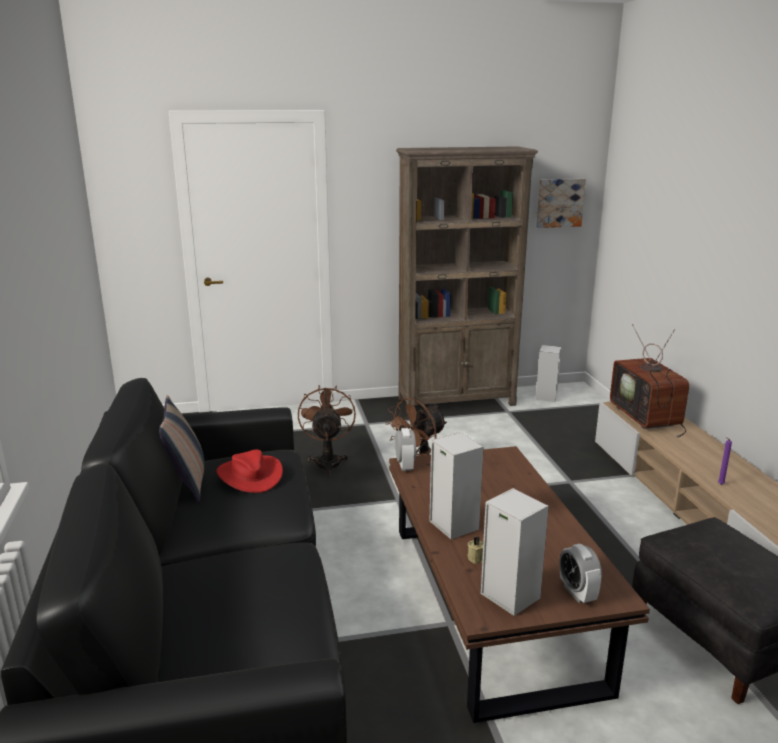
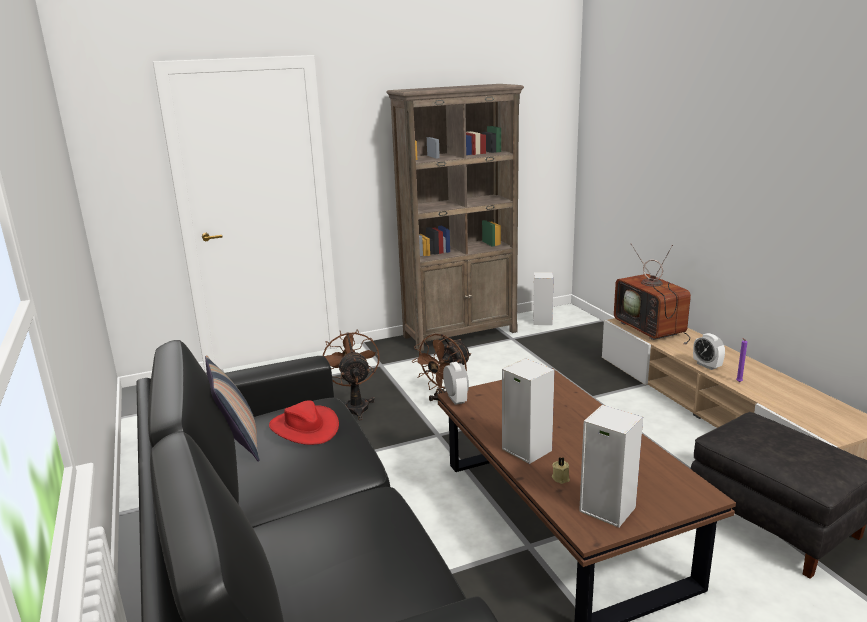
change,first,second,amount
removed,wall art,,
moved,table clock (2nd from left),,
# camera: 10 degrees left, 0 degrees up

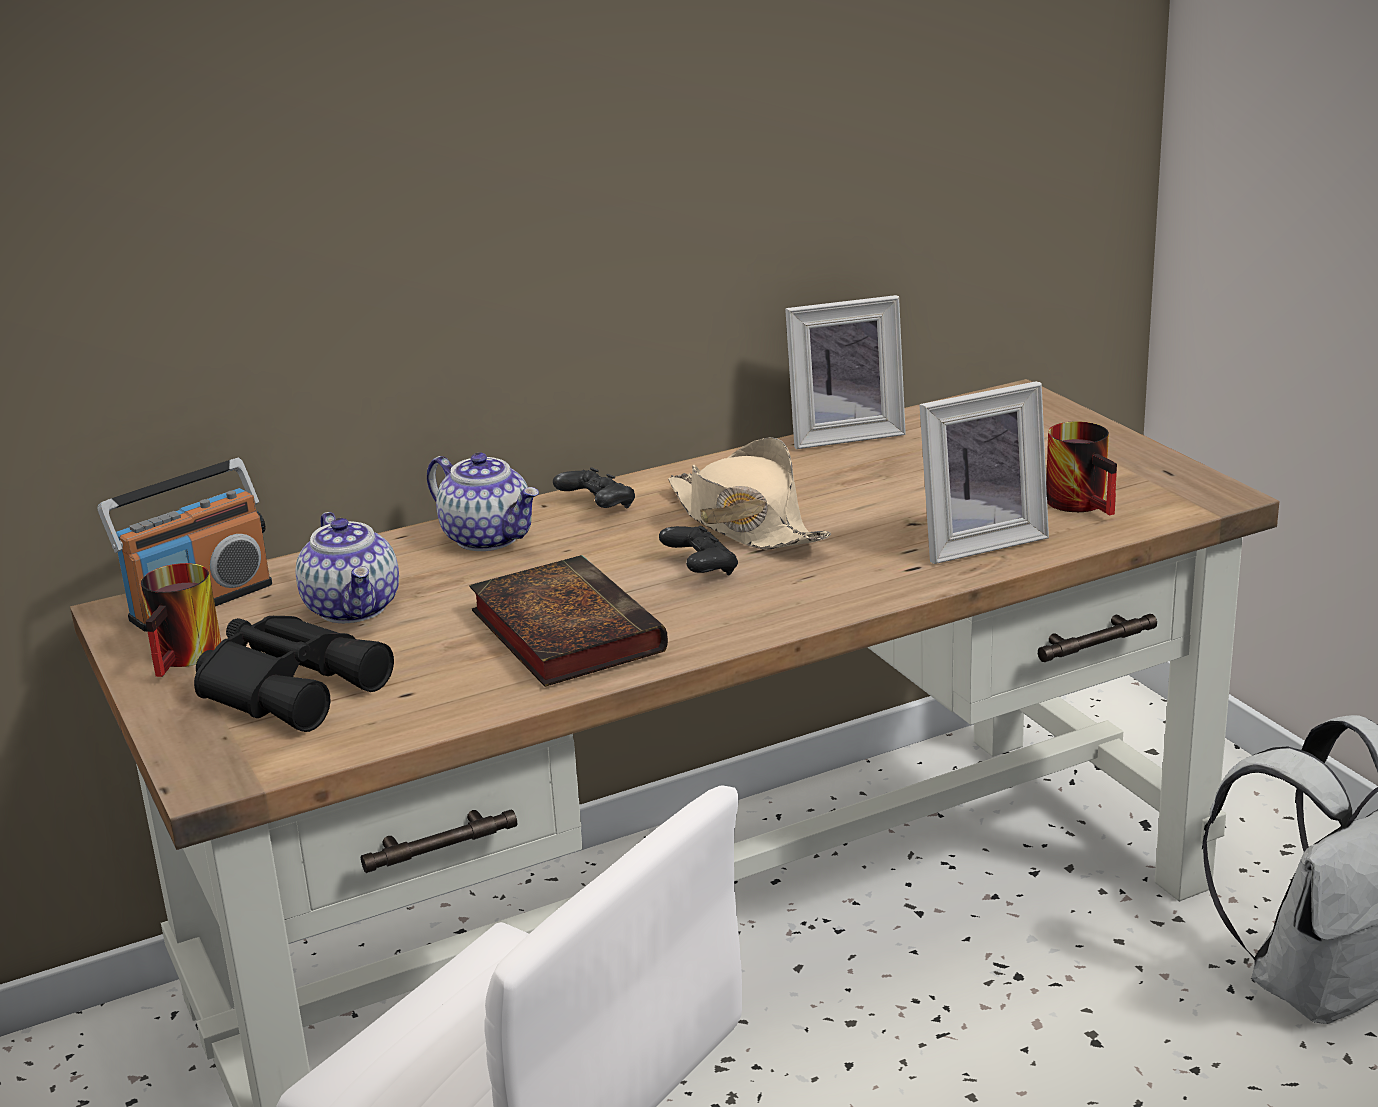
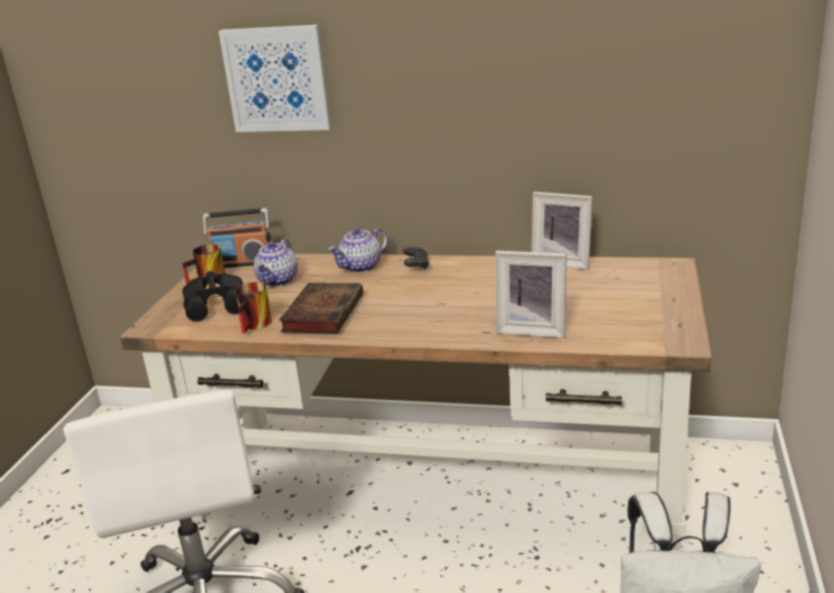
change,first,second,amount
turned,pot for tea (2nd from left),,60 degrees clockwise
removed,joypad in black-coloured (2nd from left),,
removed,wearable hat in sand-coloured,,
moved,tea mug (2nd from left),,
added,,wall art,
# camera: 40 degrees right, 0 degrees up

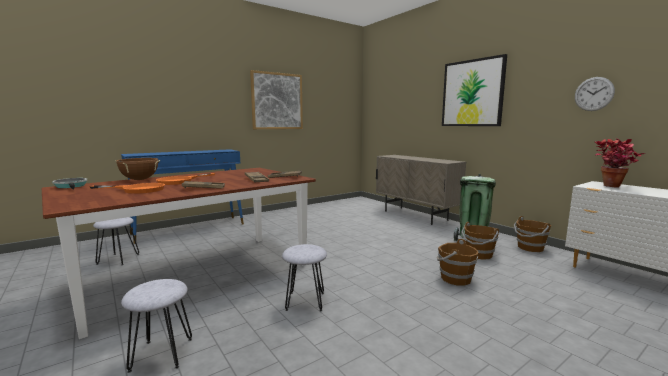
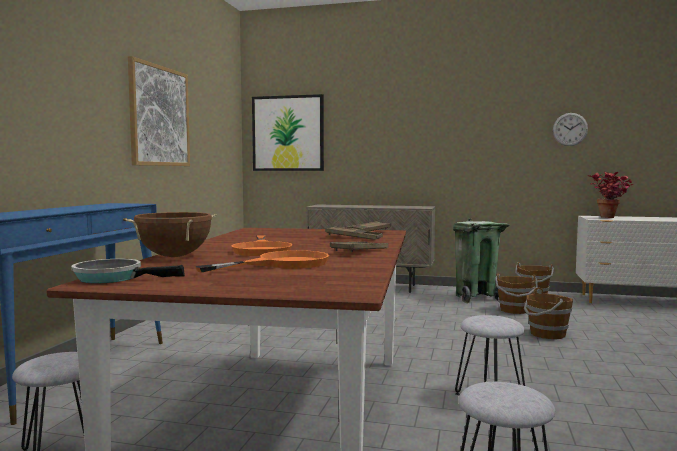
change,first,second,amount
moved,wall art (2nd from left),,
# camera: 40 degrees left, 5 degrees down

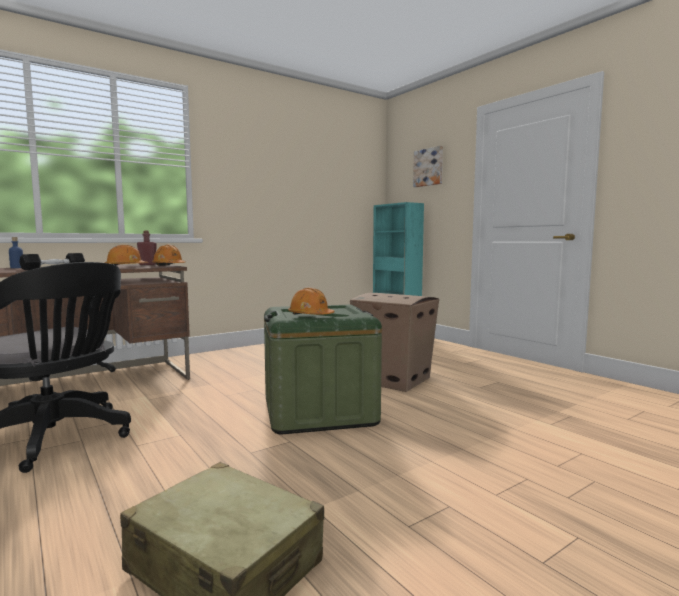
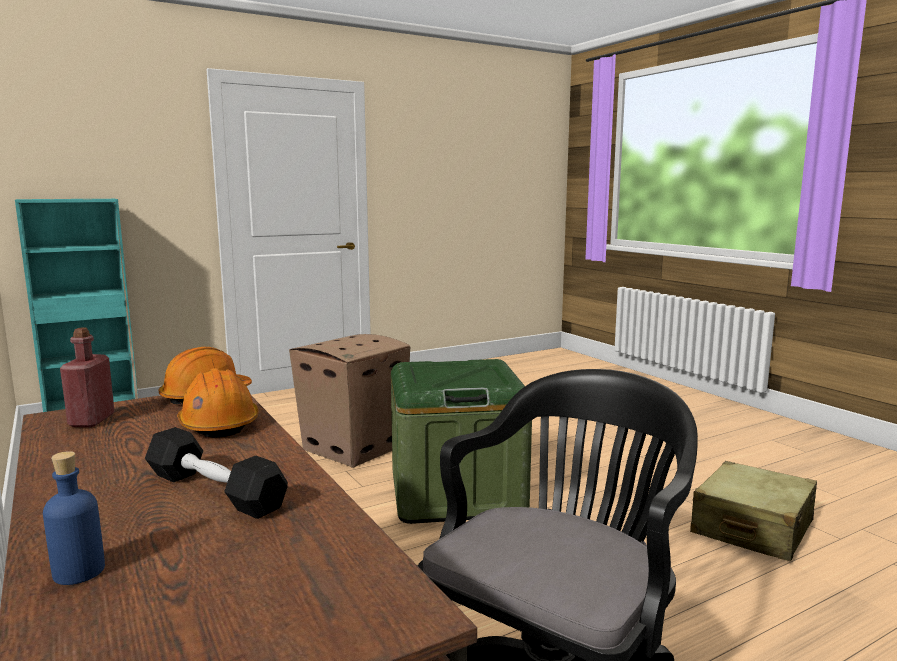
change,first,second,amount
removed,hard hat in orangey (3rd from left),,
removed,wall art,,
# camera: 85 degrees left, 5 degrees up

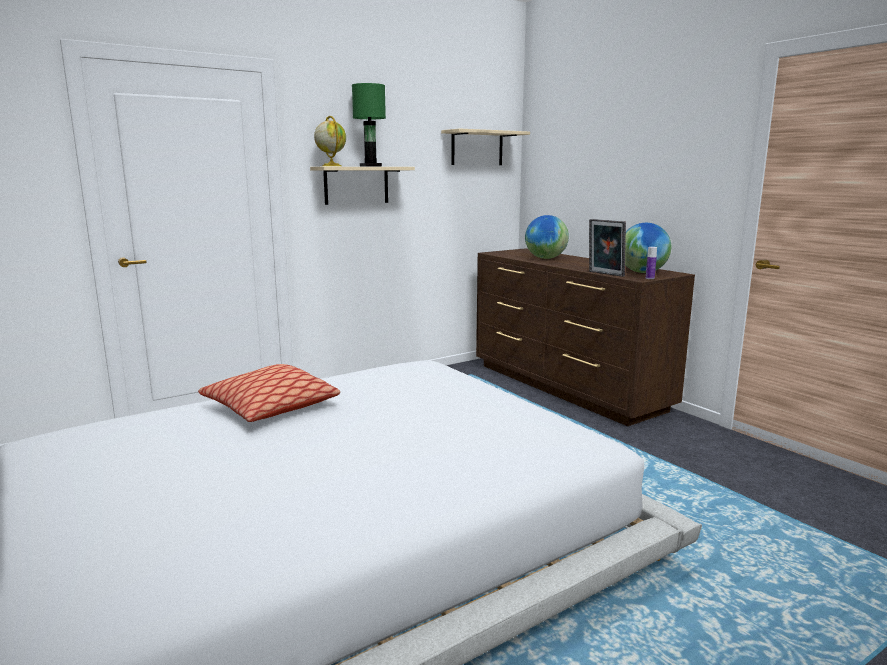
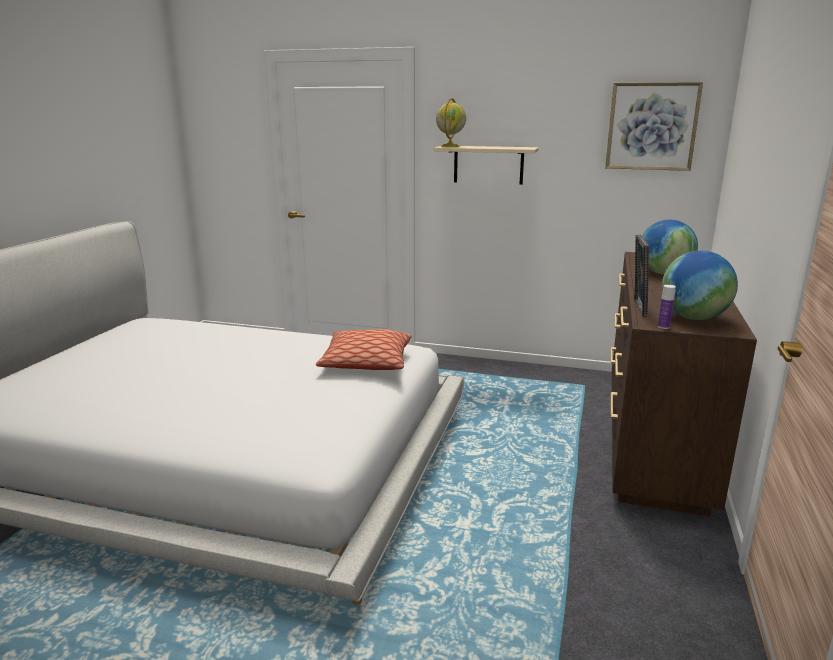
change,first,second,amount
moved,cushion,,
removed,table lamp in greenish,,
replaced,bracket shelf in sand-coloured (2nd from left),wall art,
# camera: 50 degrees right, 5 degrees up

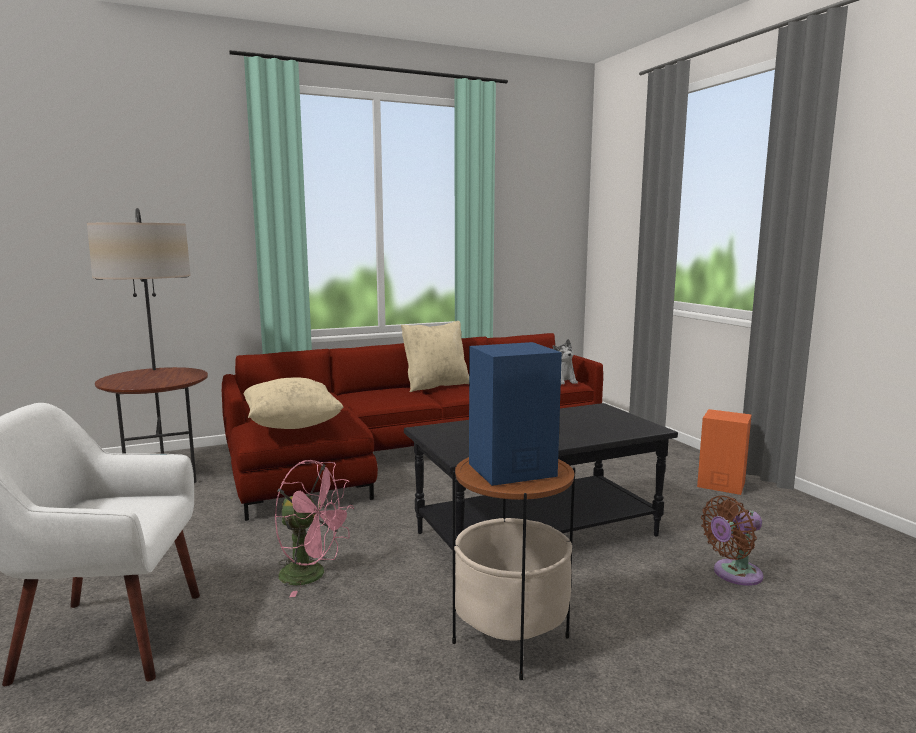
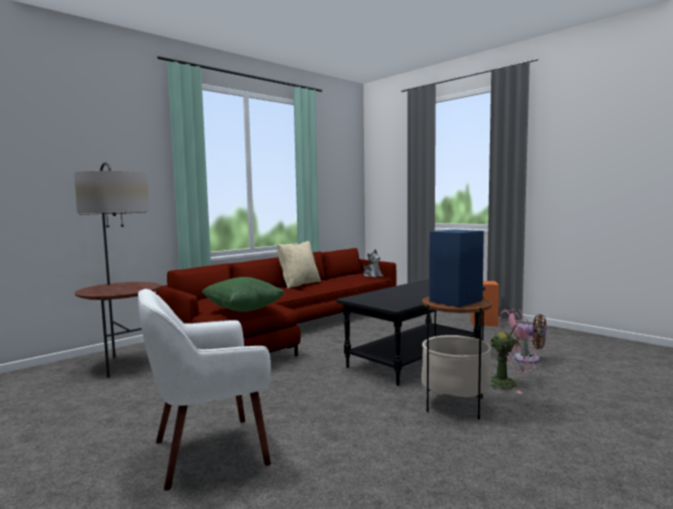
change,first,second,amount
recoloured,cushion in sand-coloured (1st from left),cushion in greenish,
moved,fan in pink-coloured,,
turned,fan in brownish,,105 degrees counterclockwise
# camera: 20 degrees left, 5 degrees down

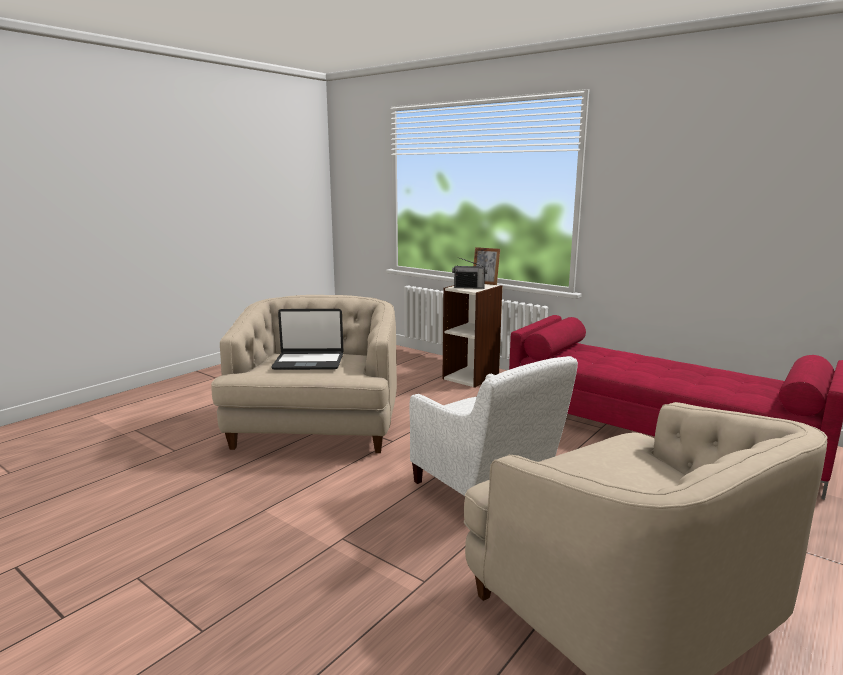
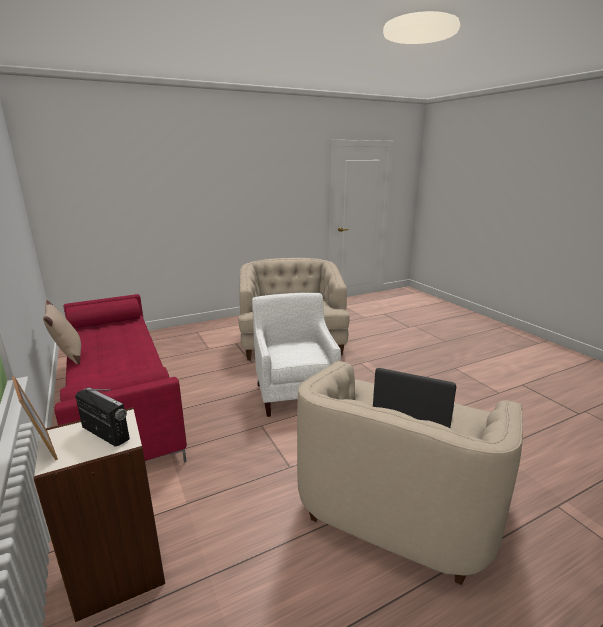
change,first,second,amount
added,,cushion in sand-coloured,
# camera: 155 degrees left, 5 degrees up

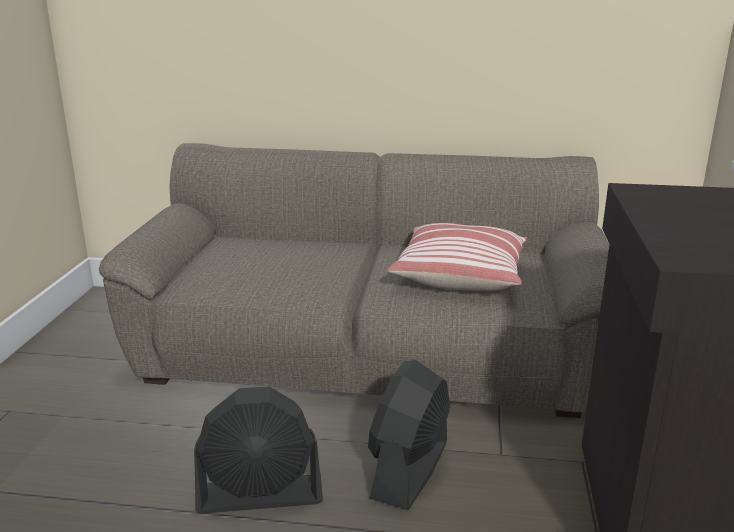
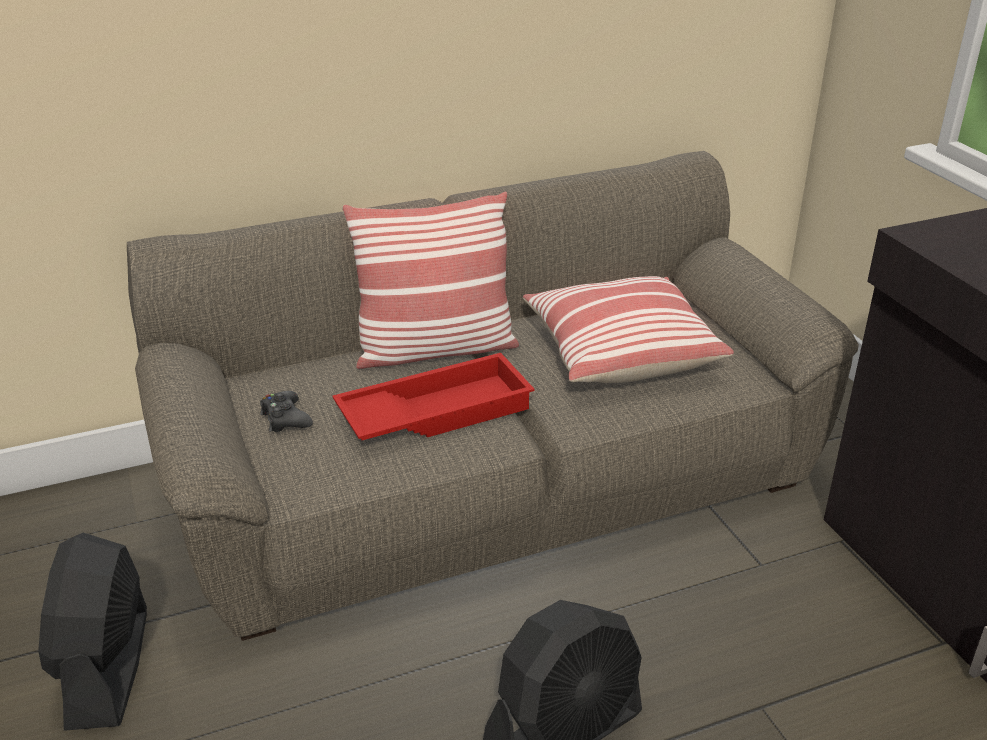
change,first,second,amount
moved,fan in black-coloured (2nd from left in the first image),fan in black-coloured (1st from left),
added,,joypad in black-coloured,
added,,serving tray in red-coloured,
added,,cushion (1st from left),
# camera: 30 degrees left, 10 degrees up

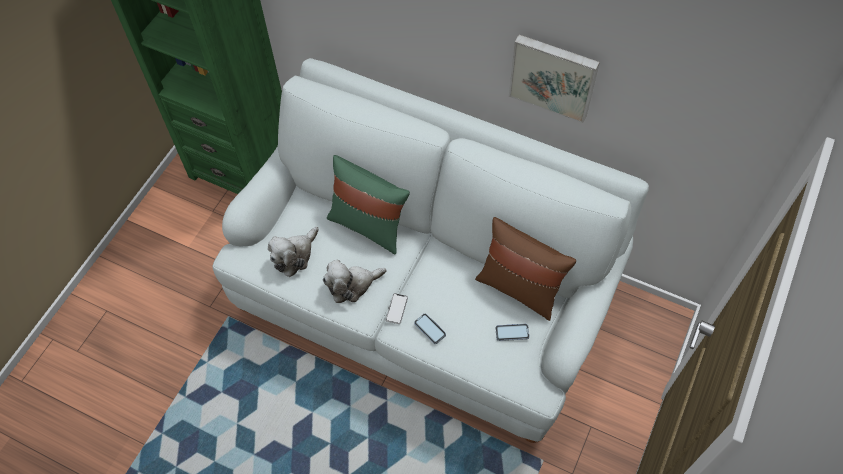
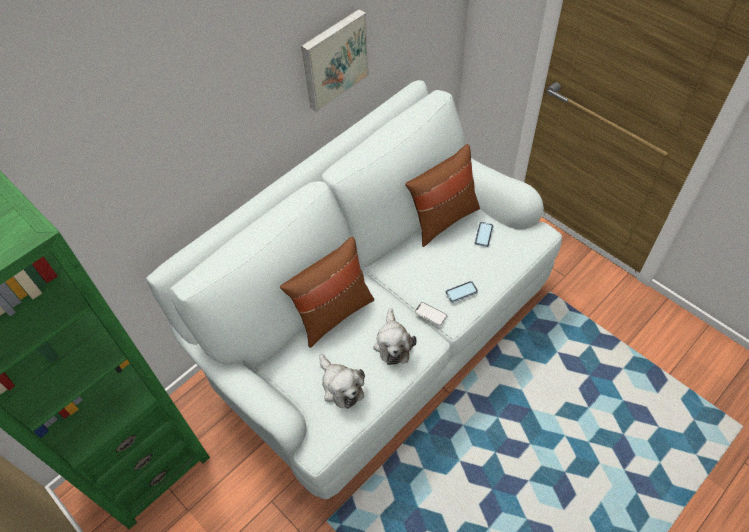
change,first,second,amount
recoloured,cushion in greenish,cushion in brownish (1st from left),
# camera: 70 degrees left, 5 degrees down

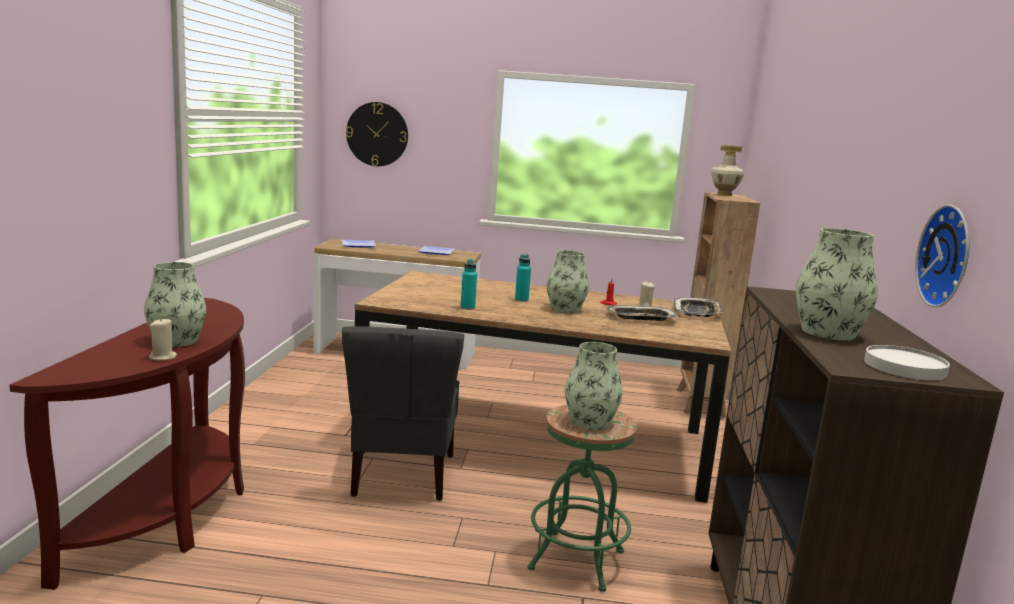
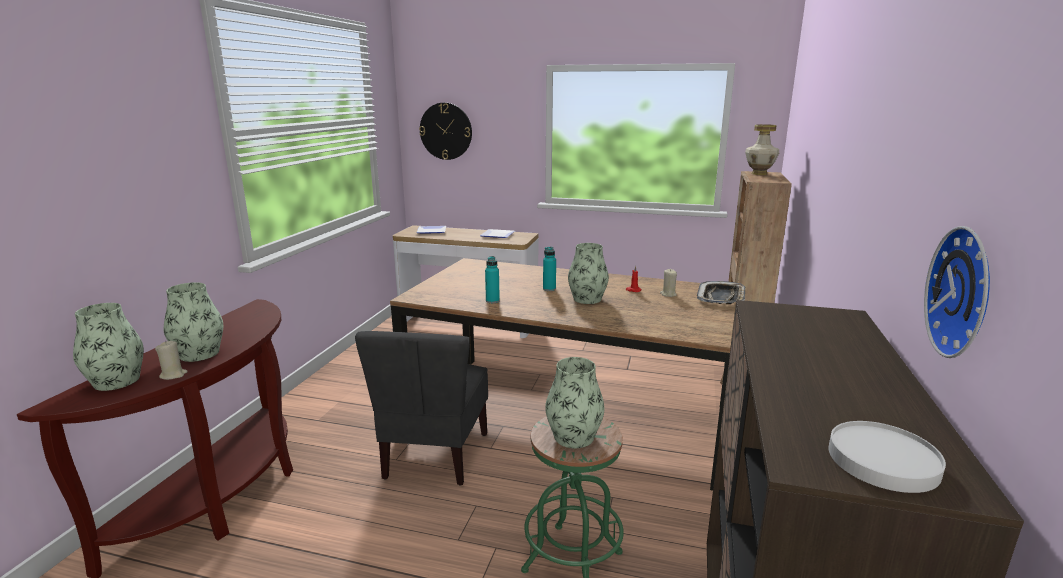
change,first,second,amount
removed,serving tray (1st from left),,
moved,decorative vase (5th from left in the first image),decorative vase (1st from left),
# camera: 10 degrees right, 5 degrees up

